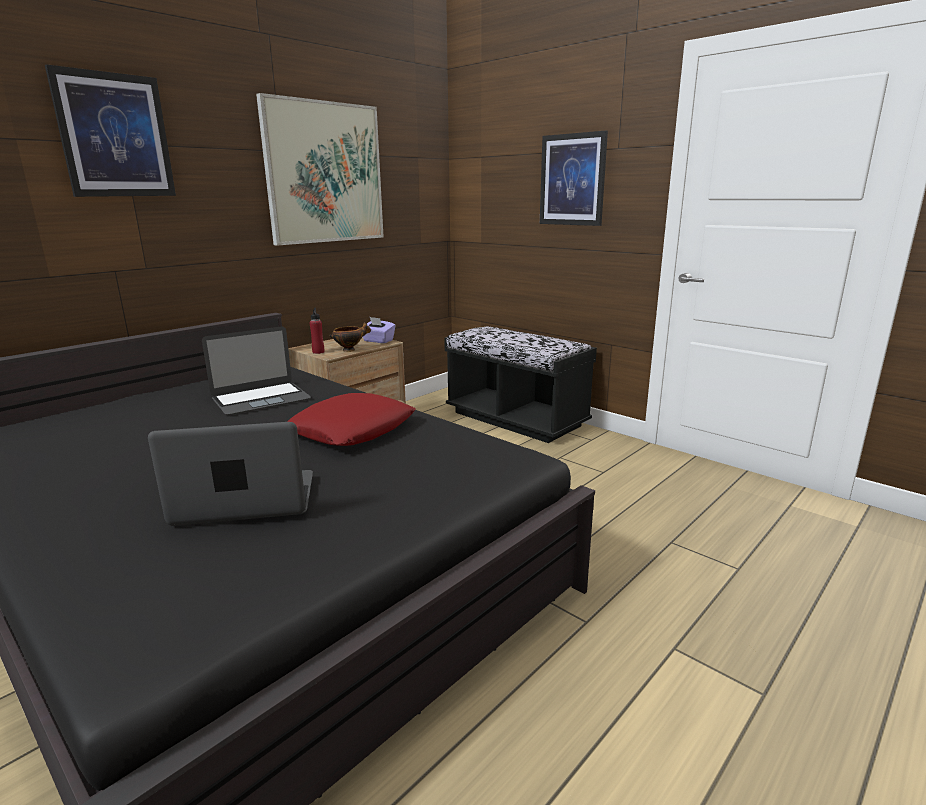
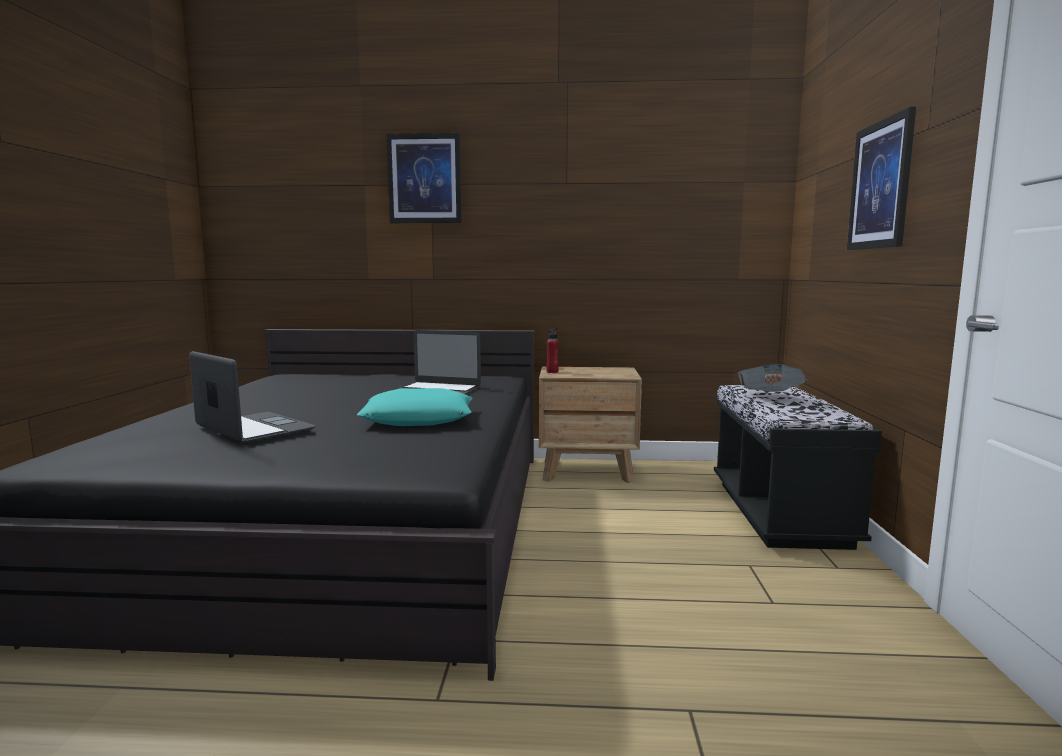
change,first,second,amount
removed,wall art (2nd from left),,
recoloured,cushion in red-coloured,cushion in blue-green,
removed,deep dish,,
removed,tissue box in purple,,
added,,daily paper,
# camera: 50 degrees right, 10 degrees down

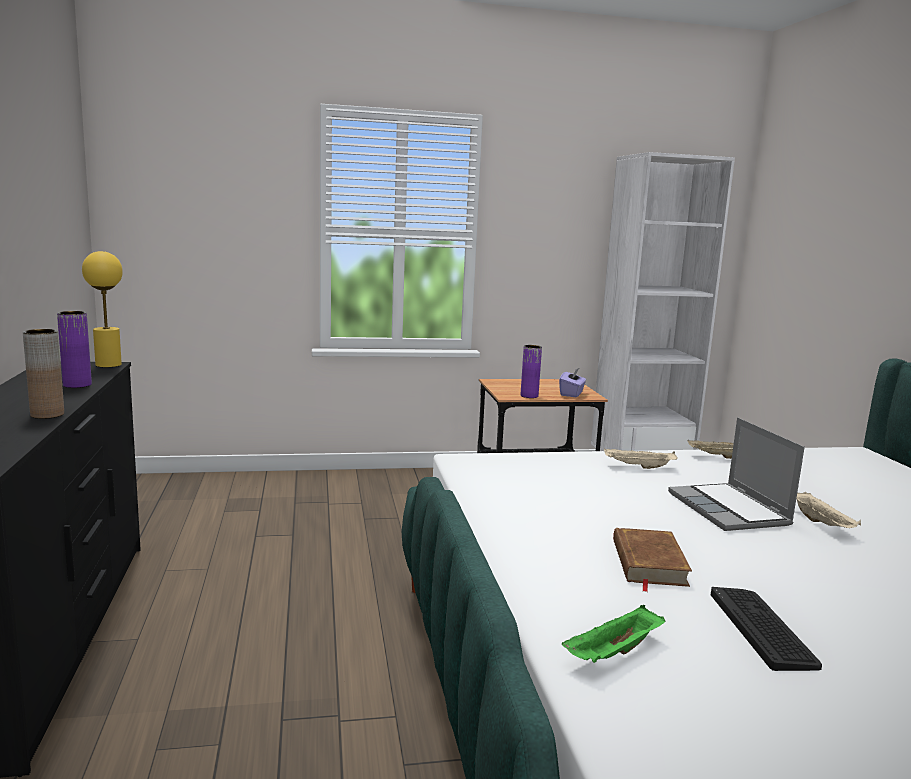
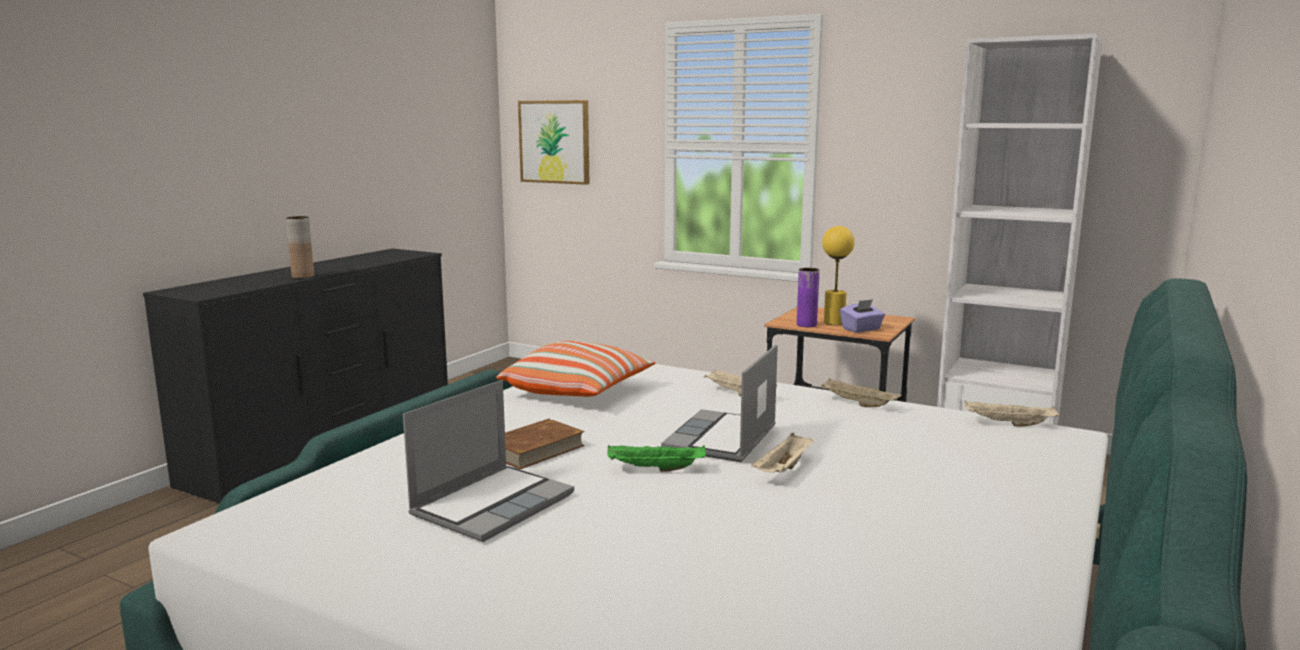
change,first,second,amount
removed,decorative vase in purple (1st from left),,
moved,table lamp in yellow-coloured,,
moved,serving tray in greenish,,
replaced,keyboard,notebook computer (1st from left),
added,,cushion,
added,,wall art,
added,,serving tray in sand-coloured (4th from left),
# camera: 40 degrees right, 0 degrees up

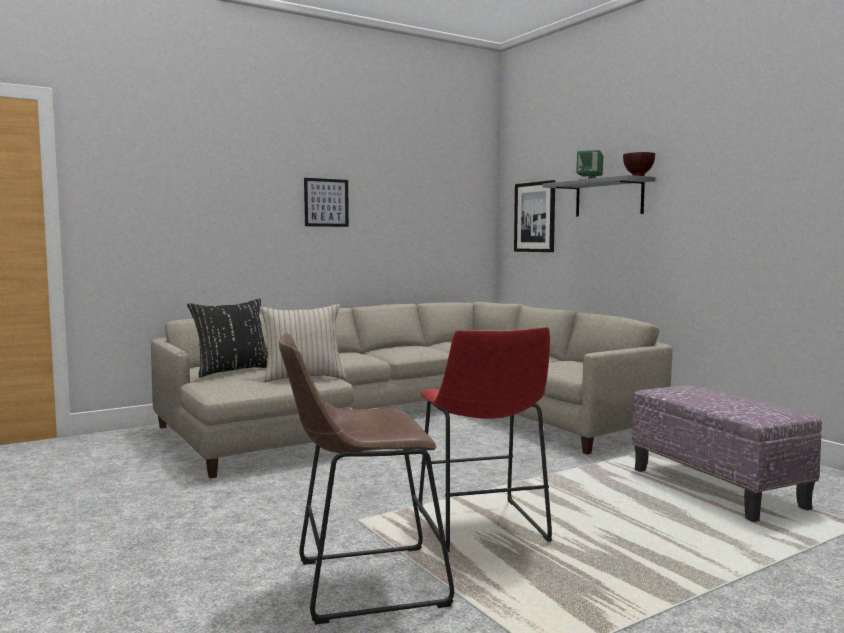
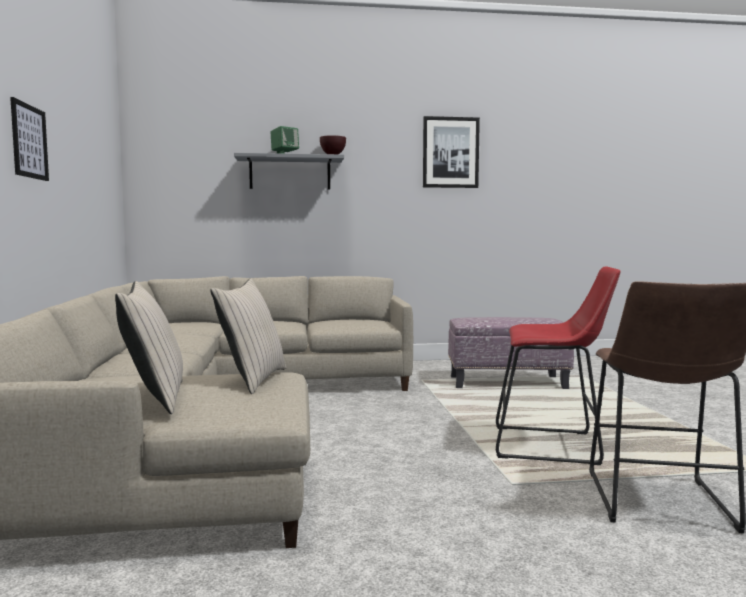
change,first,second,amount
recoloured,cushion in black-coloured,cushion in sand-coloured (1st from left),
moved,wall art (2nd from left),,
# camera: 65 degrees left, 0 degrees up

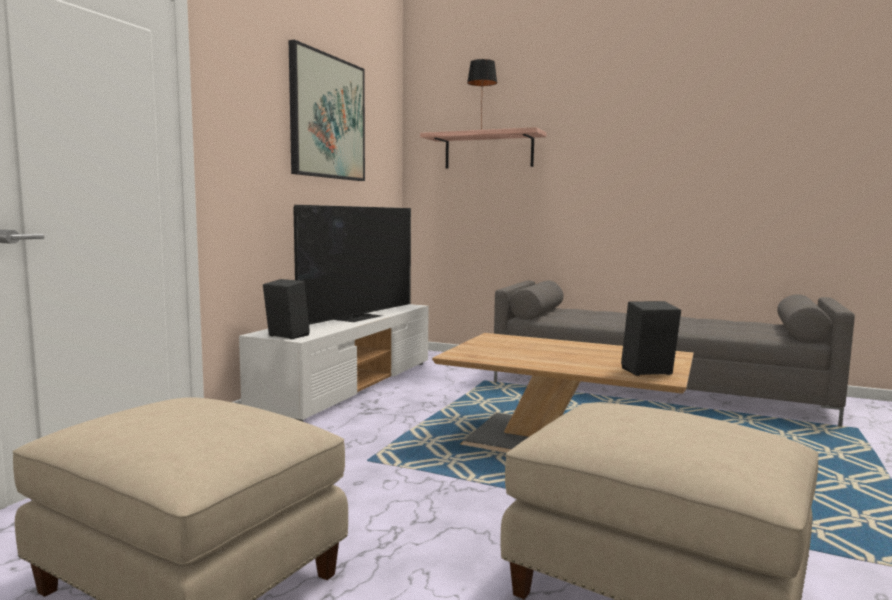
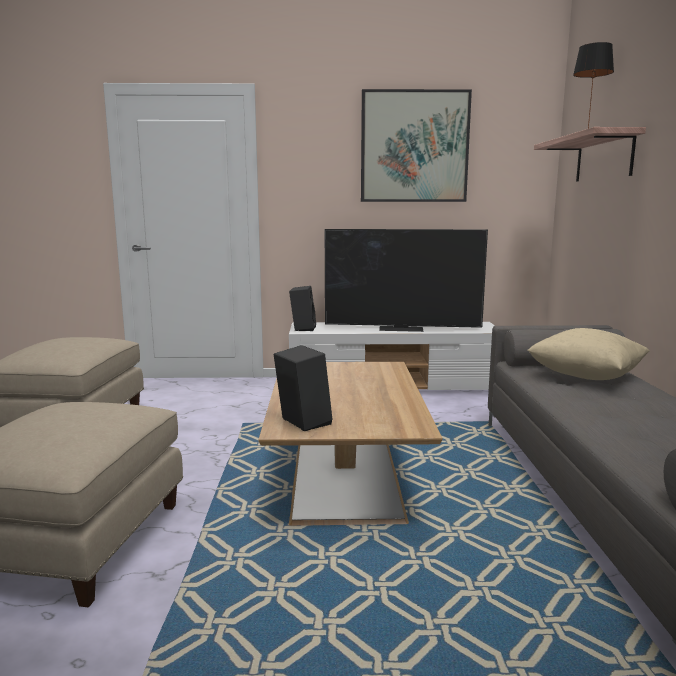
change,first,second,amount
added,,cushion in sand-coloured,
# camera: 65 degrees right, 5 degrees up

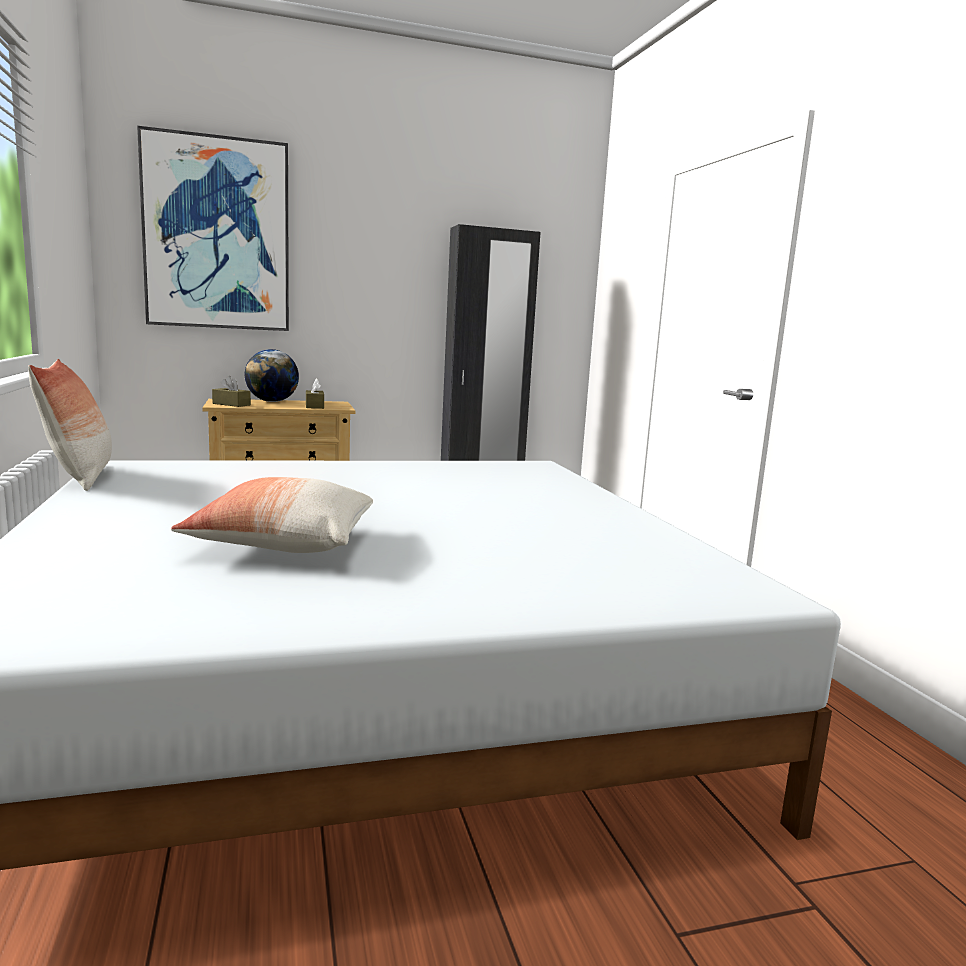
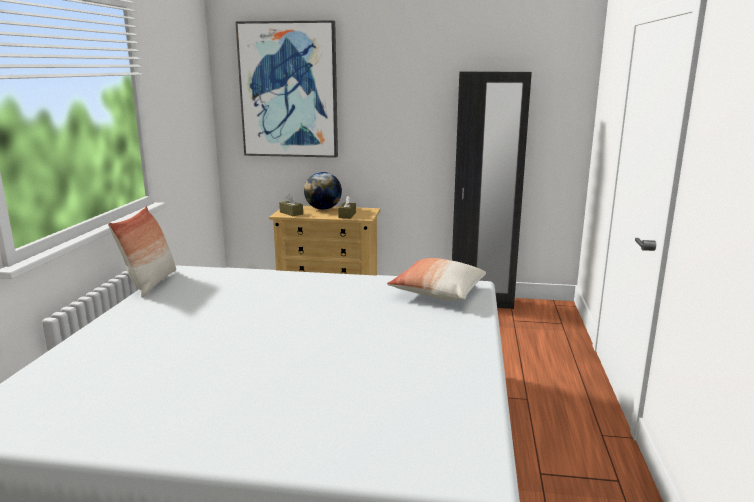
change,first,second,amount
moved,cushion (2nd from left),,
# camera: 25 degrees right, 5 degrees up

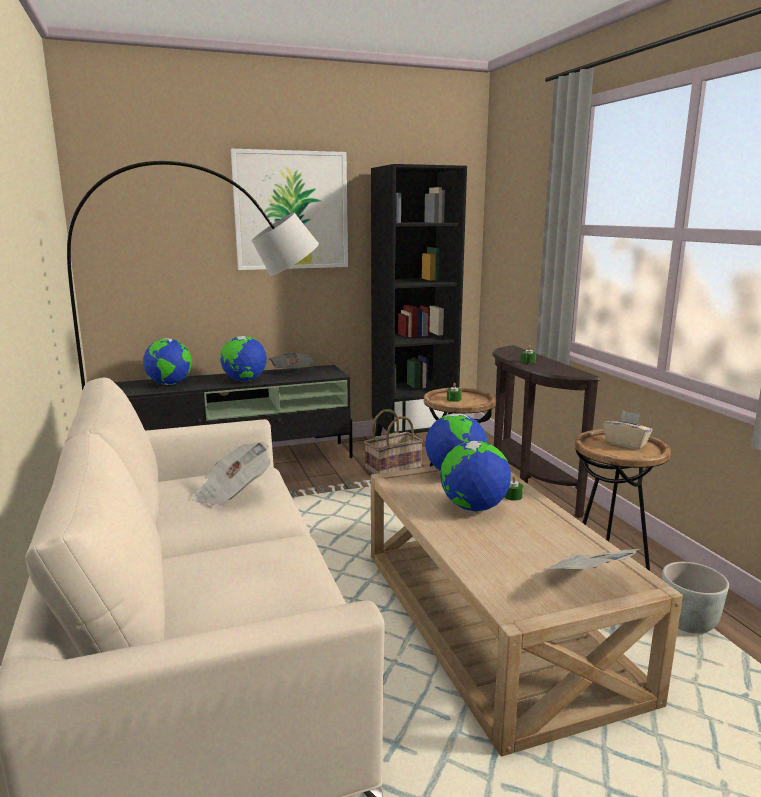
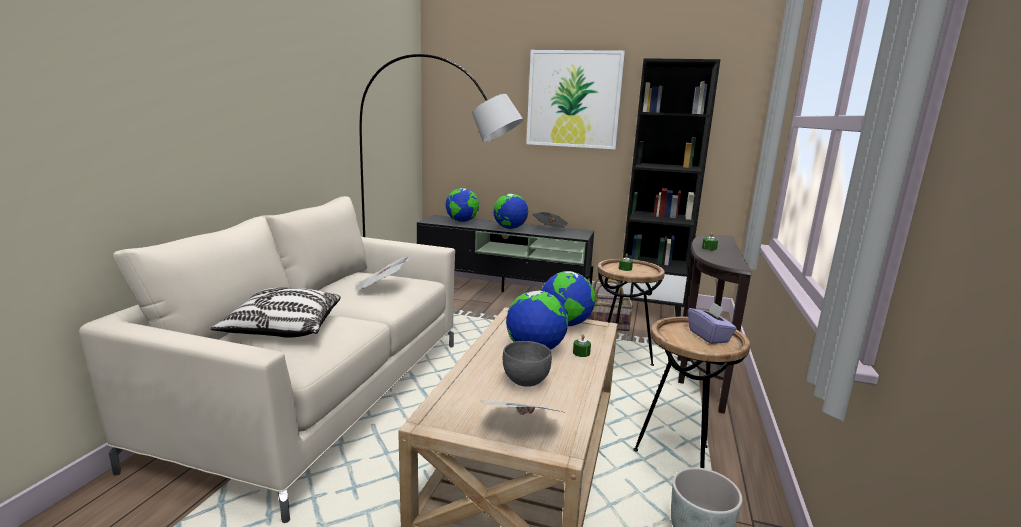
change,first,second,amount
recoloured,tissue box in sand-coloured,tissue box in purple,
added,,cushion,
added,,deep dish in greyish,
# camera: 35 degrees right, 0 degrees up

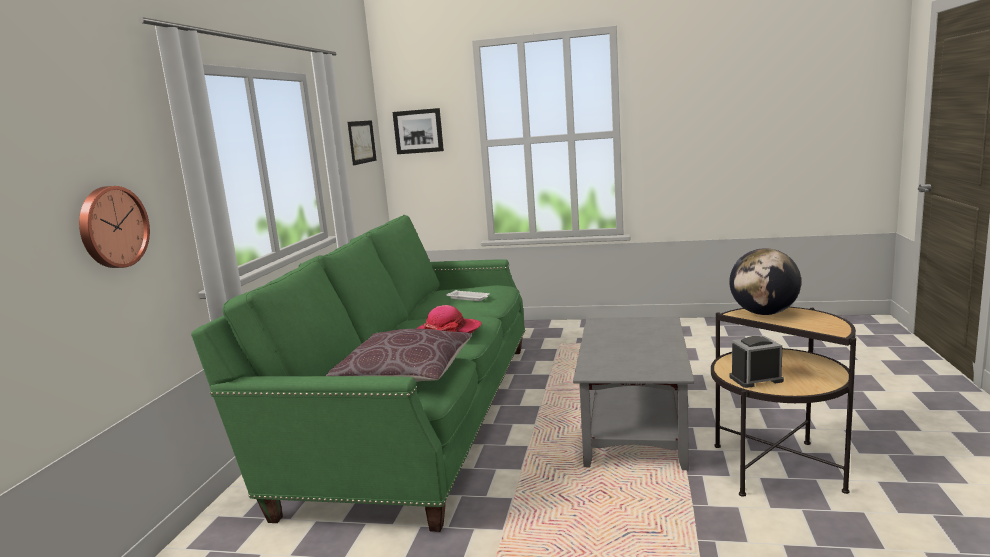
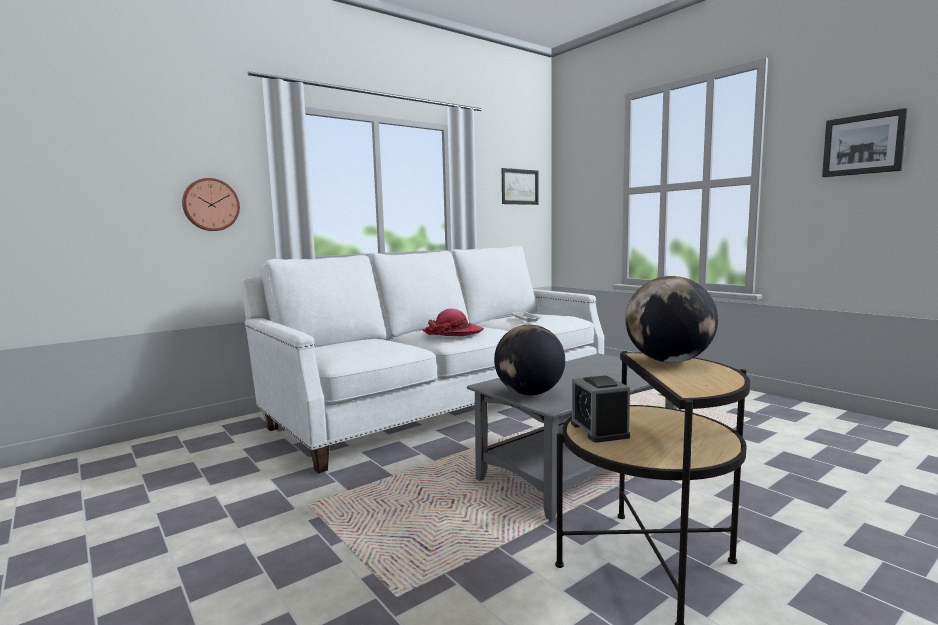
change,first,second,amount
recoloured,settee in greenish,settee in whitish,
removed,cushion in brownish,,
moved,wall art (2nd from left),,
turned,table clock,,135 degrees counterclockwise
added,,desk globe (1st from left),
# camera: 40 degrees right, 5 degrees down

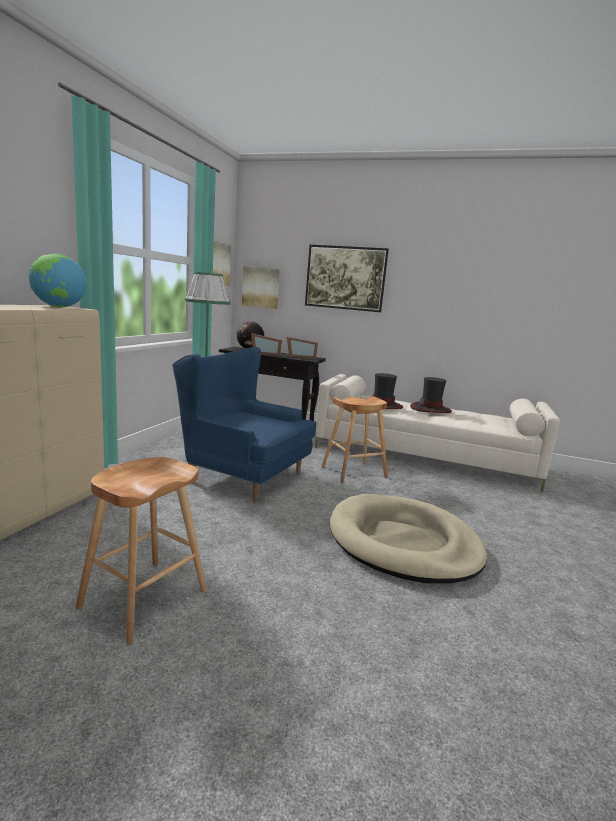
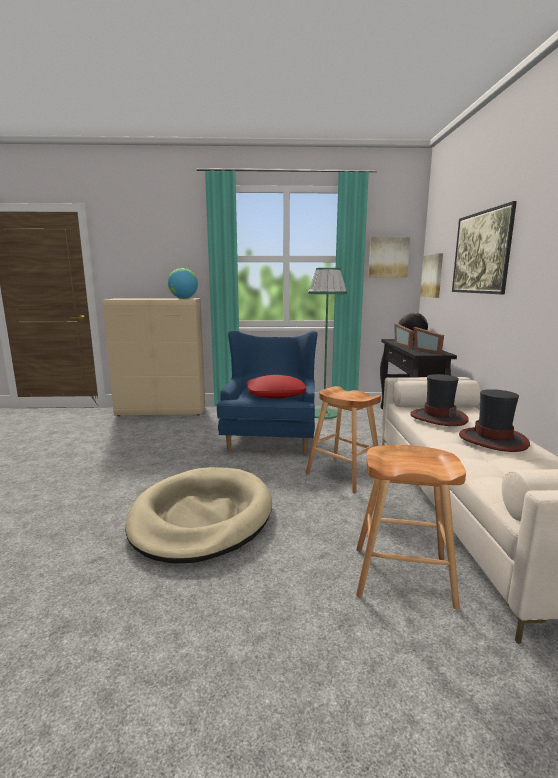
change,first,second,amount
moved,stool in brownish (1st from left in the first image),stool in brownish (2nd from left),
added,,cushion in red-coloured,
# camera: 70 degrees right, 0 degrees up

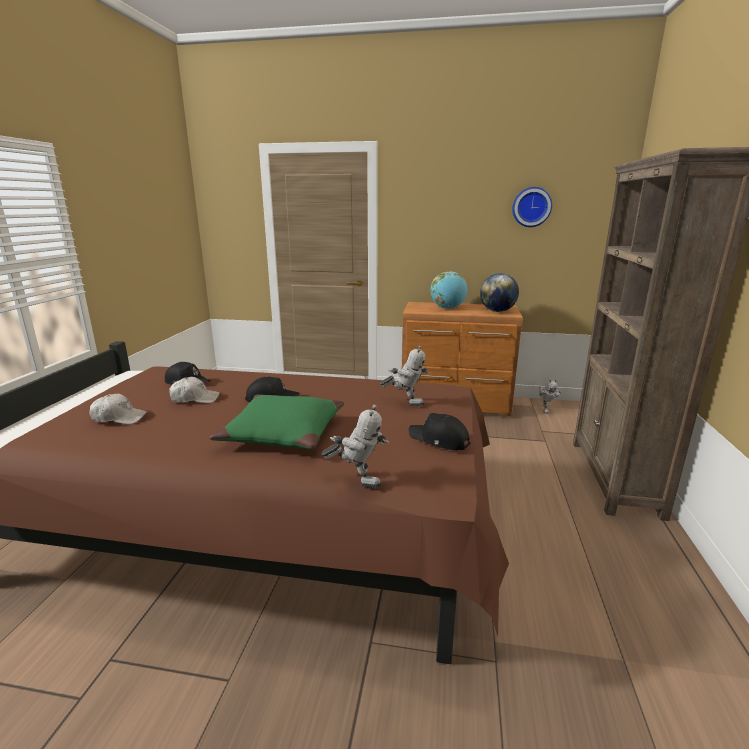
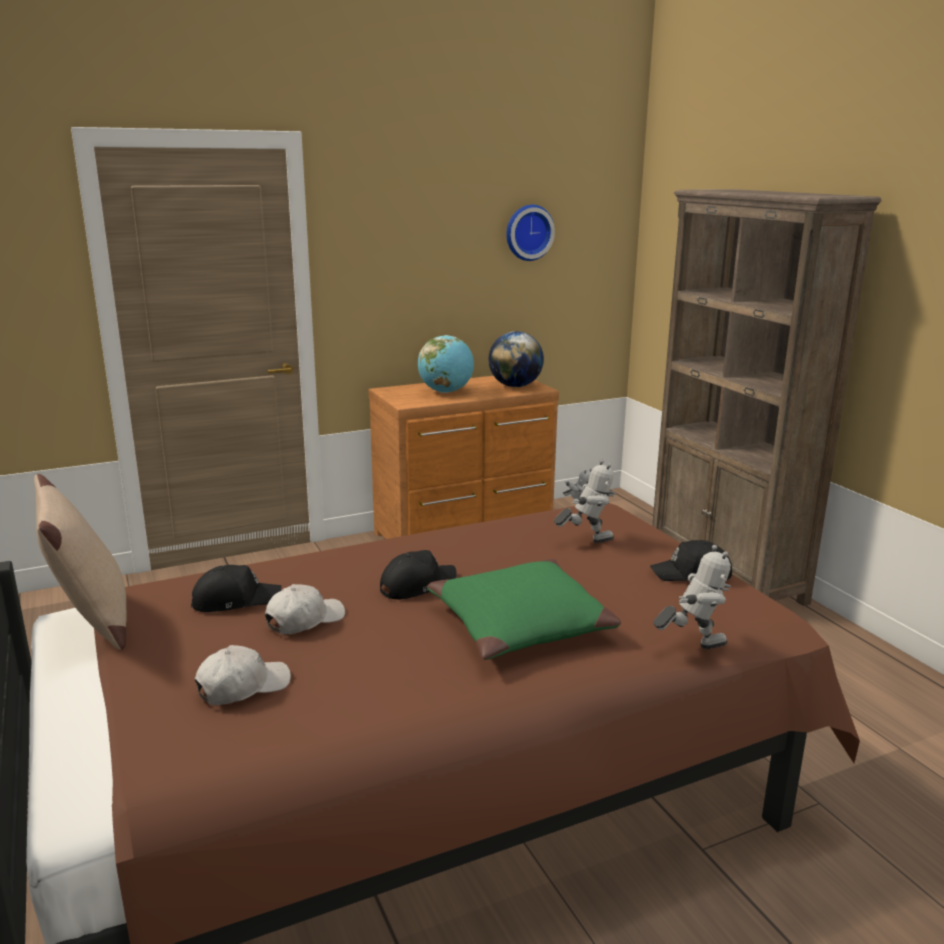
change,first,second,amount
added,,cushion in sand-coloured,
# camera: 35 degrees left, 0 degrees up

